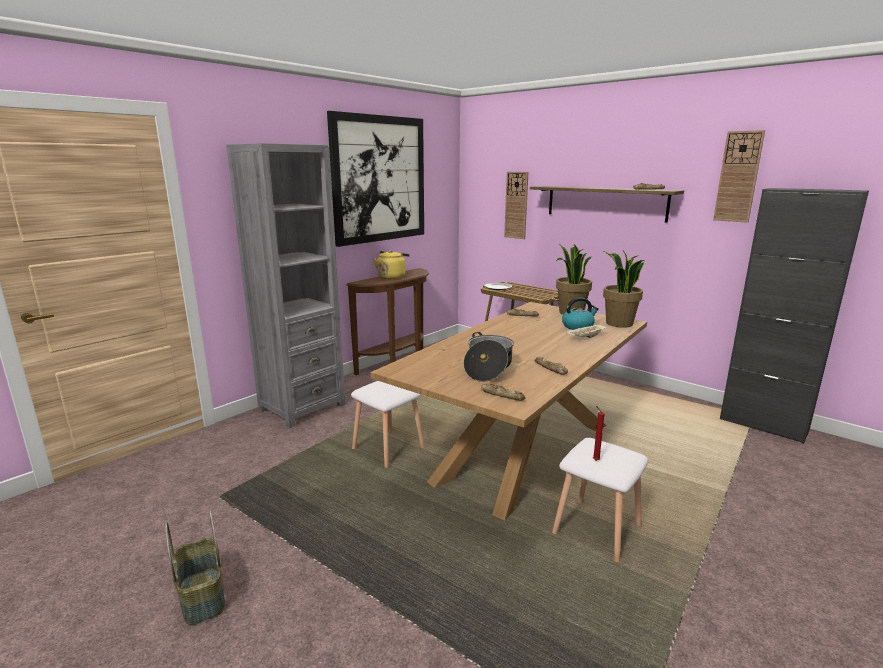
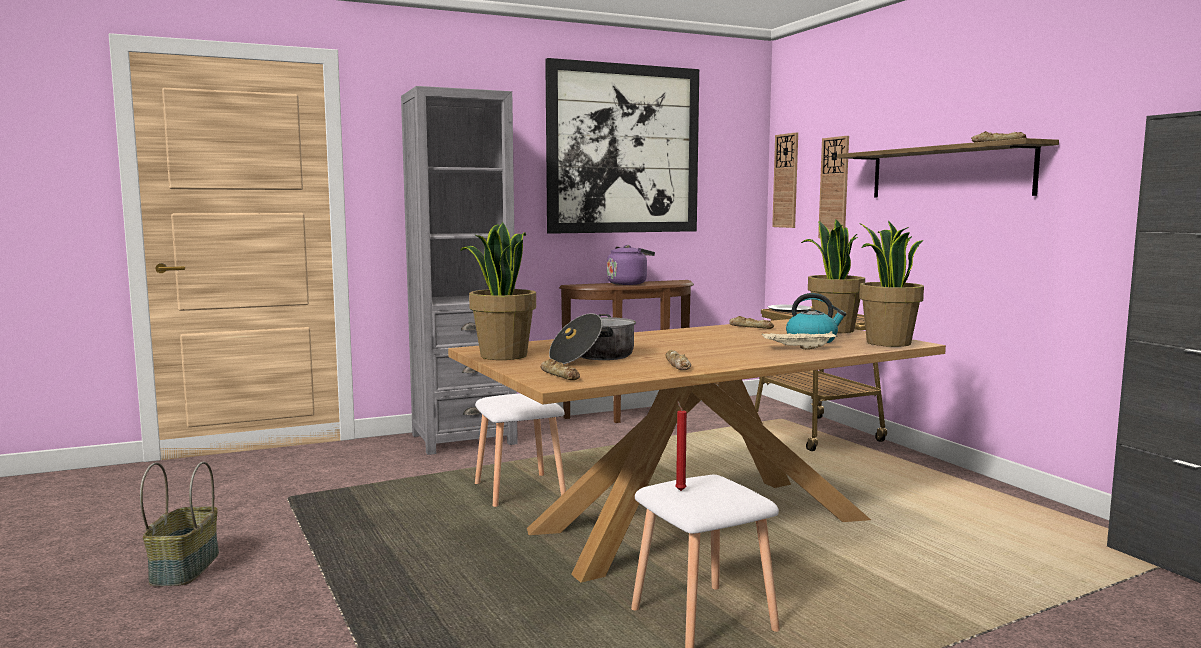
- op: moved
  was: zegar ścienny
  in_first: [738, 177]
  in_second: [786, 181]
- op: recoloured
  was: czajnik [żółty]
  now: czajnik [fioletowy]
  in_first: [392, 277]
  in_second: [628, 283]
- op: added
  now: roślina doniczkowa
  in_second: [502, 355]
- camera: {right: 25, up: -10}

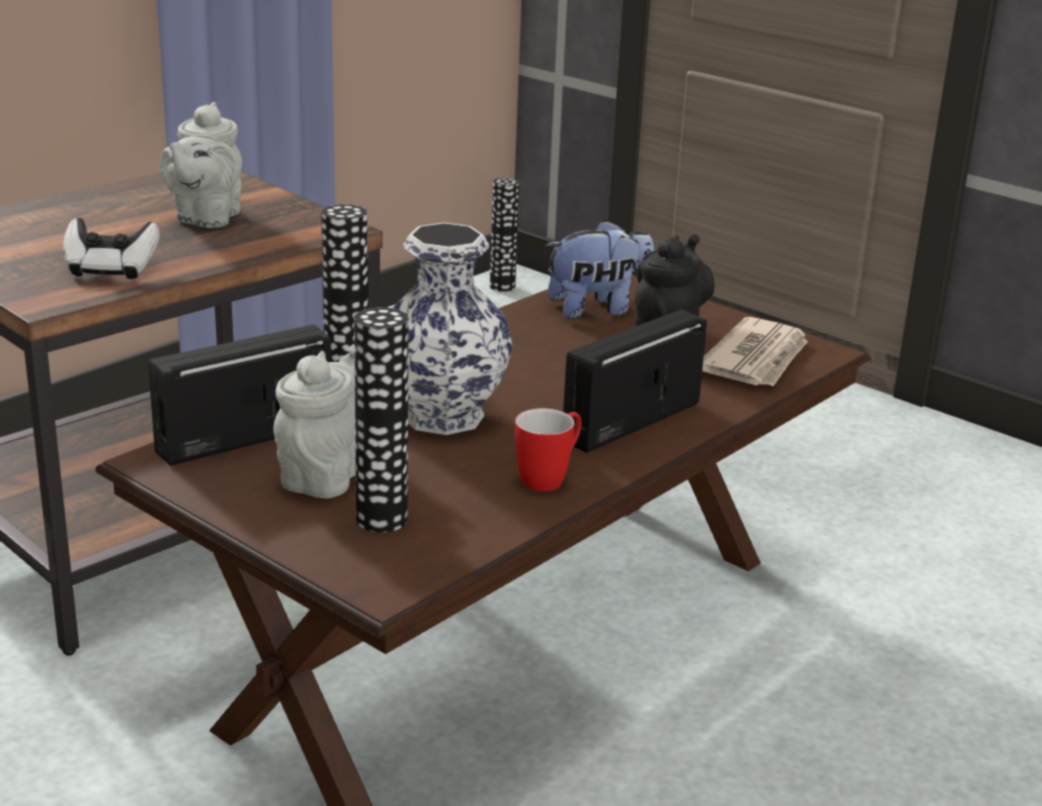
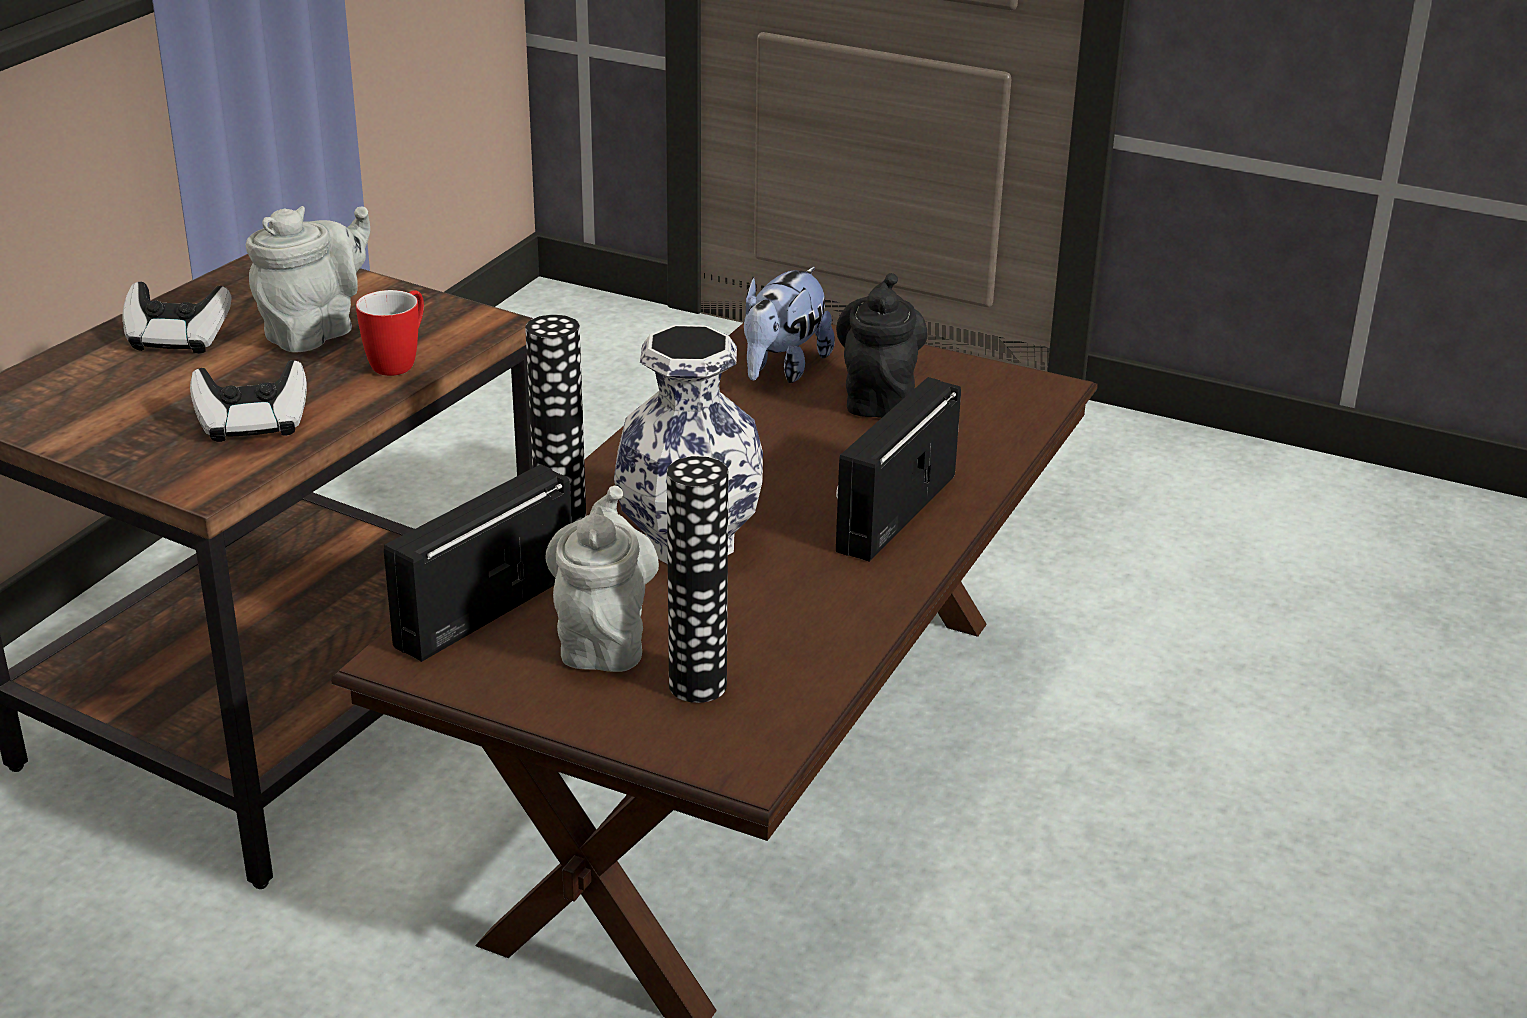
- op: turned
  was: imbryk [szary]
  in_first: [206, 218]
  in_second: [315, 332]
  clockwise: -135
- op: removed
  was: wazon
  in_first: [502, 287]
- op: turned
  was: pluszak
  in_first: [598, 309]
  in_second: [782, 369]
  clockwise: 150
- op: removed
  was: gazeta
  in_first: [756, 359]
- op: moved
  was: kubek
  in_first: [550, 478]
  in_second: [400, 362]
- op: added
  now: pad do gier
  in_second: [178, 341]
- camera: {right: -15, up: 5}

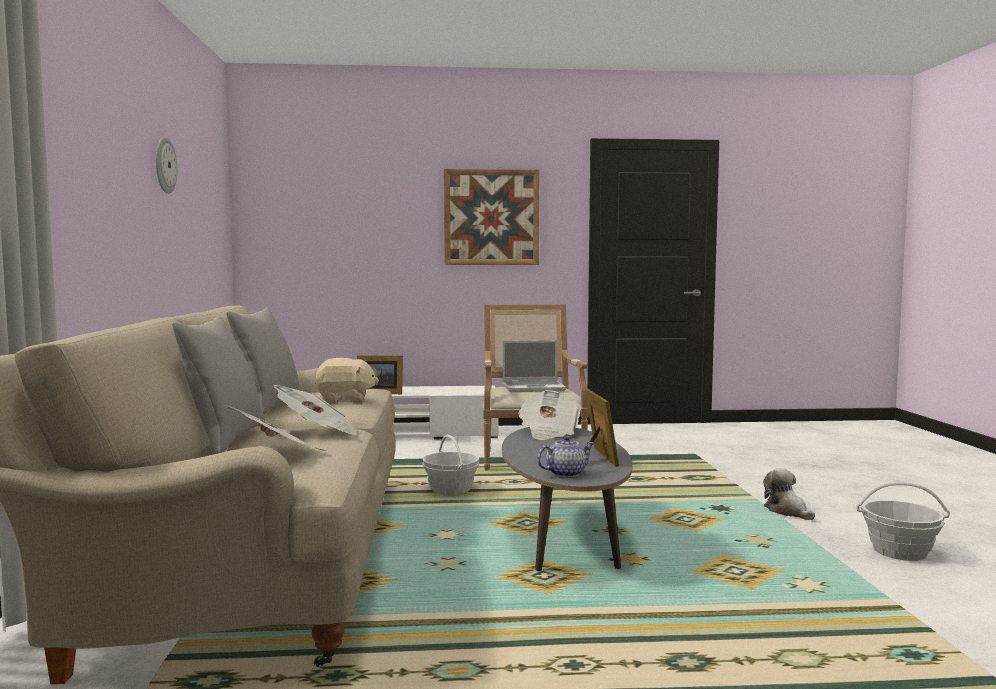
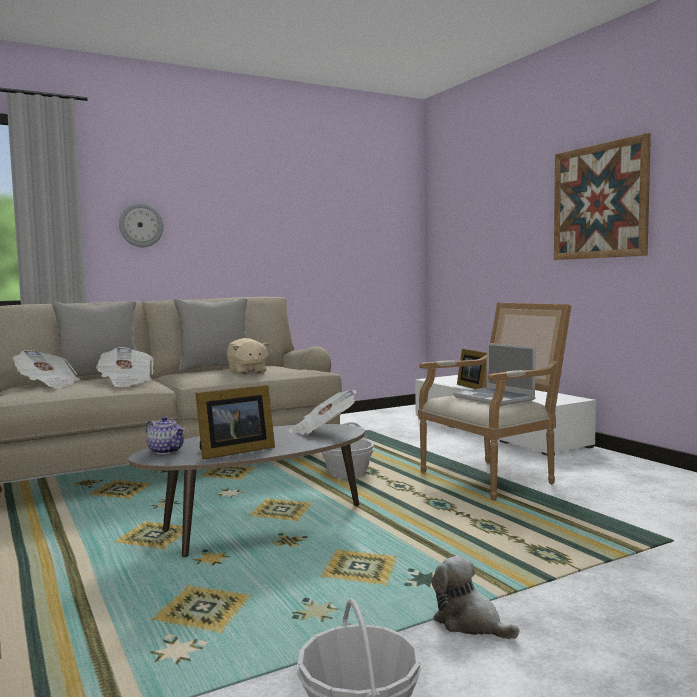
- op: moved
  was: zegar ścienny
  in_first: [164, 165]
  in_second: [141, 225]
- op: turned
  was: pluszak
  in_first: [787, 511]
  in_second: [470, 623]
  clockwise: -90
- camera: {right: 65, up: 0}

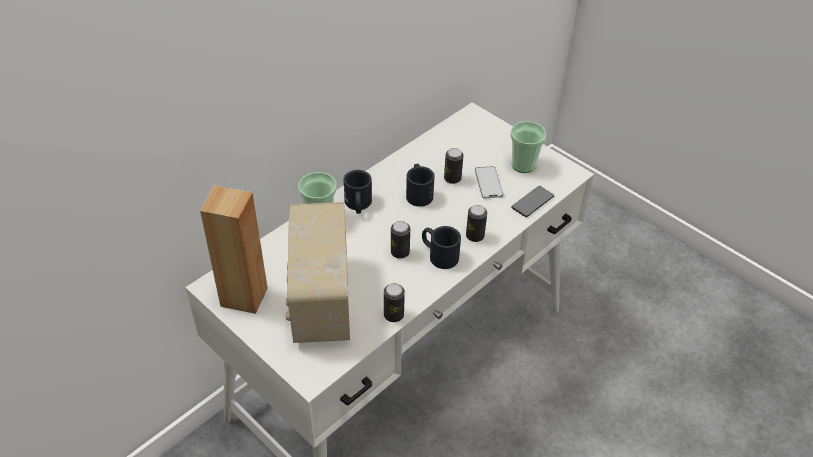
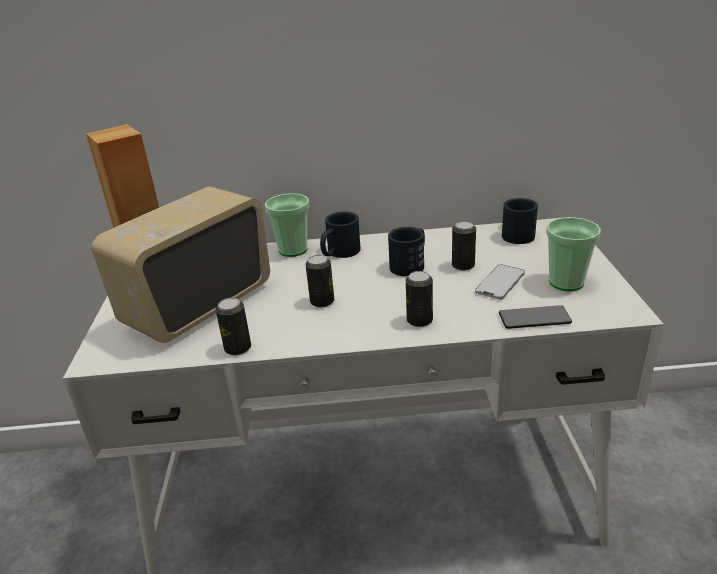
- op: moved
  was: kubek [czarny]
  in_first: [439, 254]
  in_second: [515, 233]
- camera: {right: 45, up: -15}

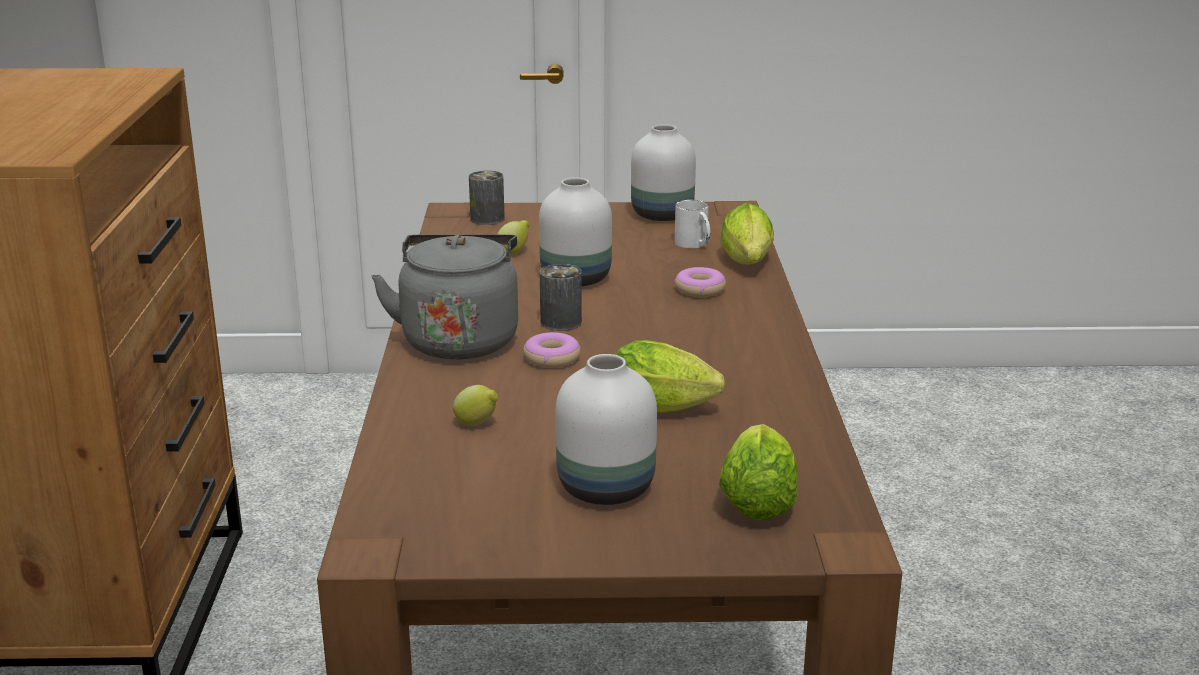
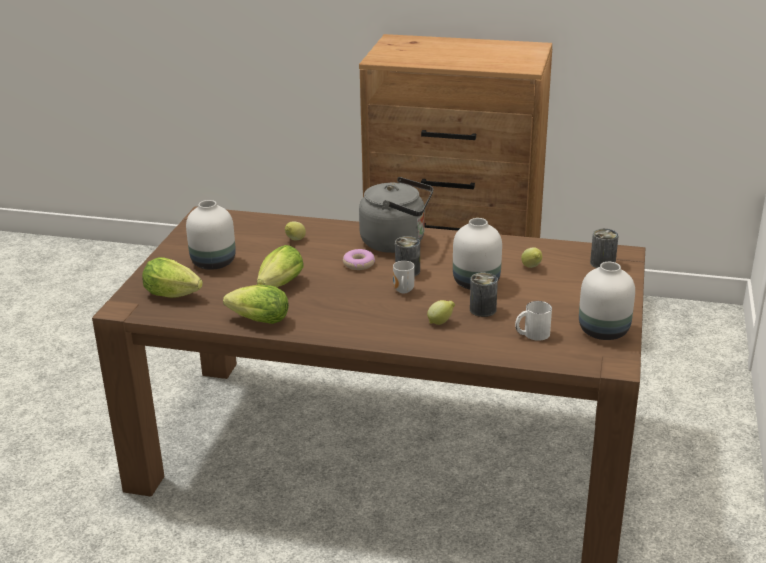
- op: moved
  was: sałata
  in_first: [748, 264]
  in_second: [256, 320]
- op: replaced
  was: donut
  now: cytryna
  in_first: [700, 290]
  in_second: [441, 322]
- op: added
  now: kubek
  in_second: [402, 291]
- op: added
  now: puszka
  in_second: [483, 309]
- camera: {right: 105, up: 5}

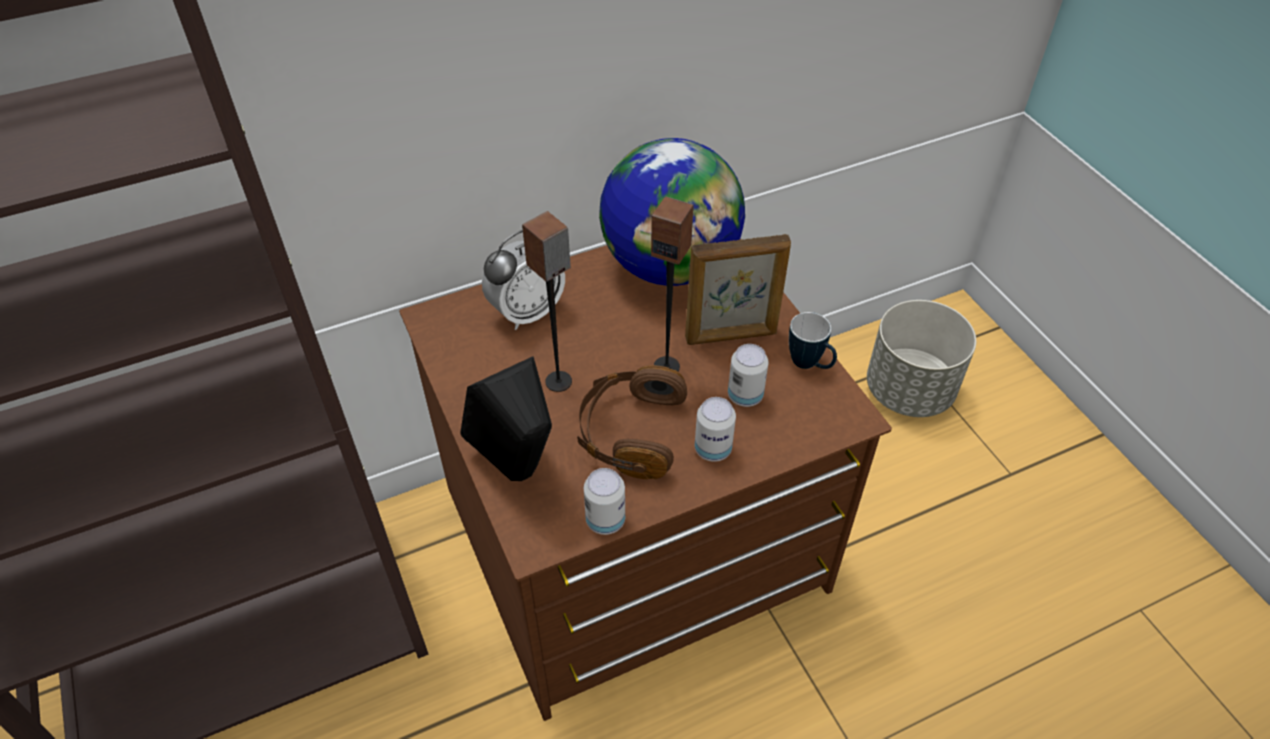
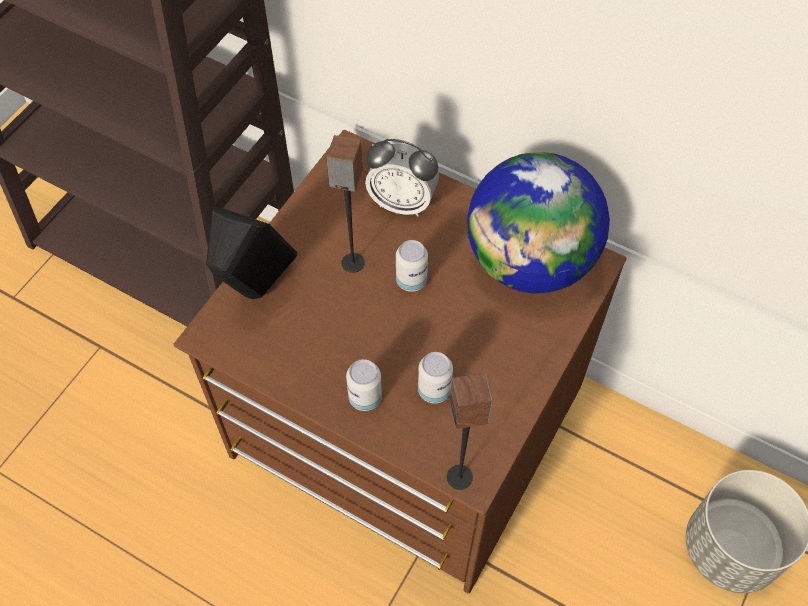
- op: moved
  was: głośnik
  in_first: [667, 366]
  in_second: [460, 477]
- op: removed
  was: ramka na zdjęcie
  in_first: [731, 336]
- op: removed
  was: kubek
  in_first: [810, 365]
- op: removed
  was: słuchawki [brązowy]
  in_first: [630, 433]
- op: moved
  was: puszka
  in_first: [605, 520]
  in_second: [411, 280]
- camera: {right: 55, up: 10}

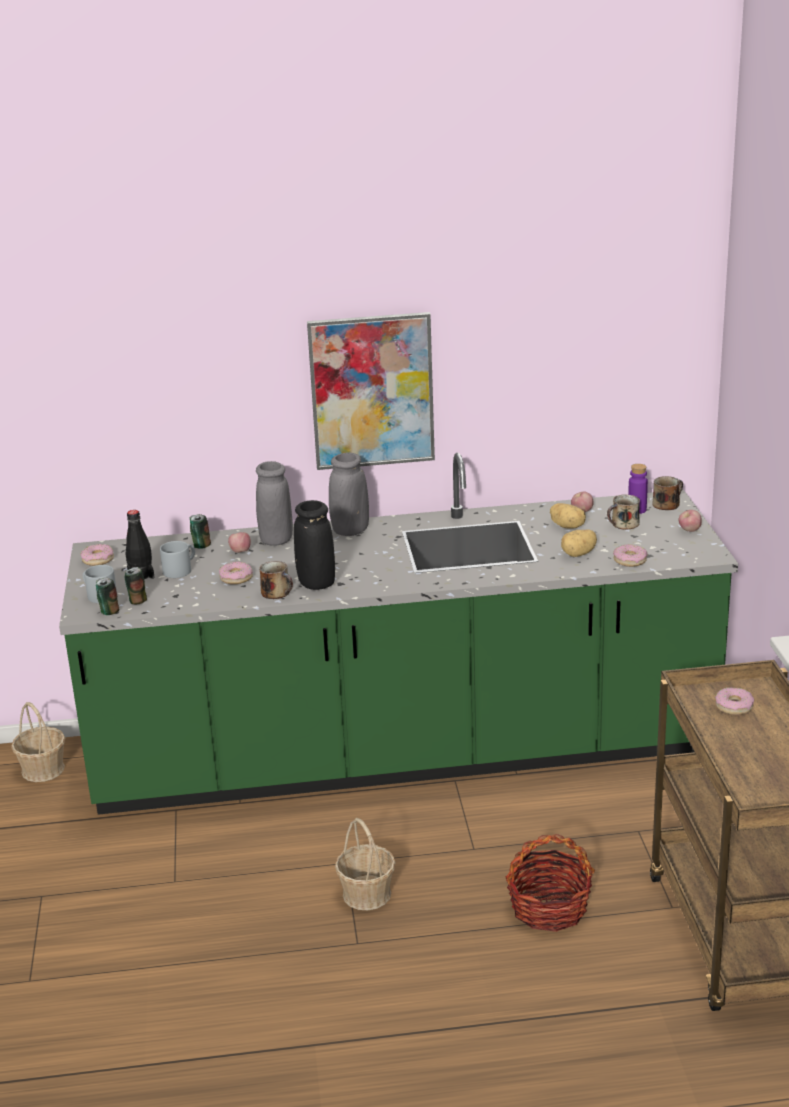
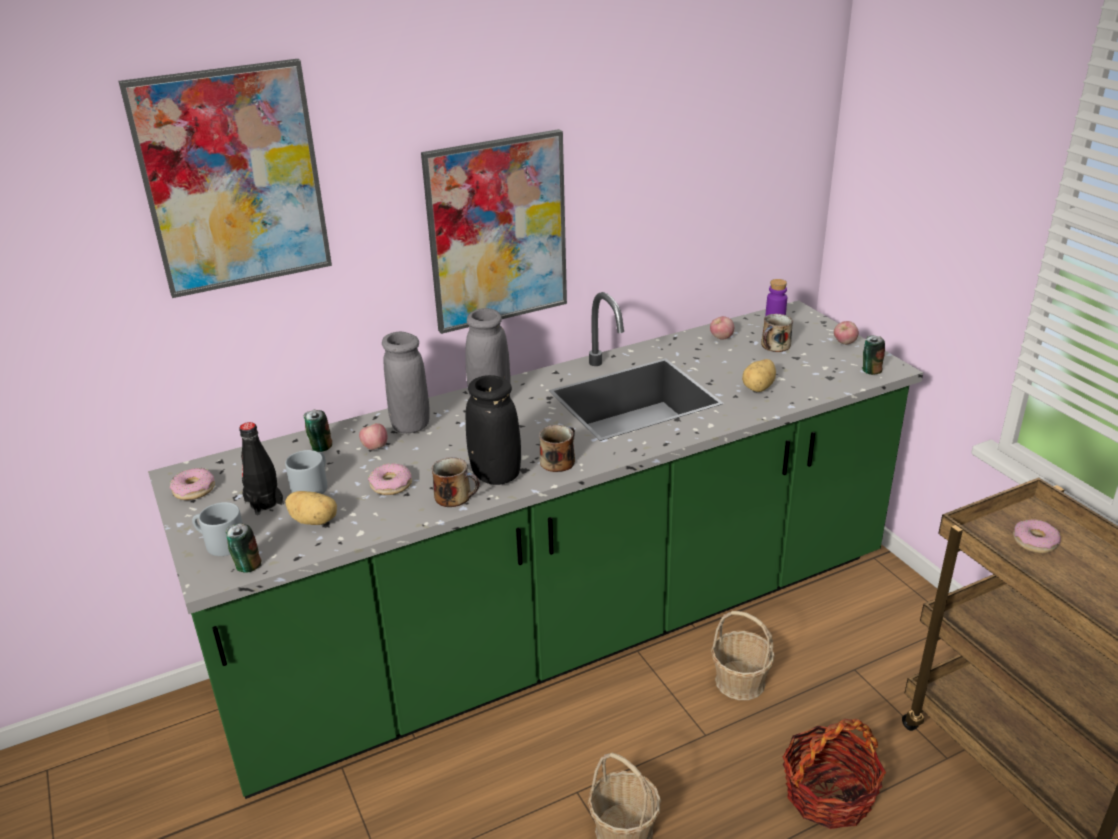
- op: moved
  was: kubek
  in_first: [667, 504]
  in_second: [558, 461]
- op: moved
  was: ziemniak
  in_first: [568, 526]
  in_second: [314, 520]
- op: removed
  was: donut
  in_first: [630, 560]
- op: moved
  was: puszka
  in_first: [137, 601]
  in_second: [870, 370]
- op: moved
  was: koszyk
  in_first: [43, 769]
  in_second: [740, 681]
- op: added
  now: obraz
  in_second: [232, 179]
- camera: {right: -20, up: 5}

